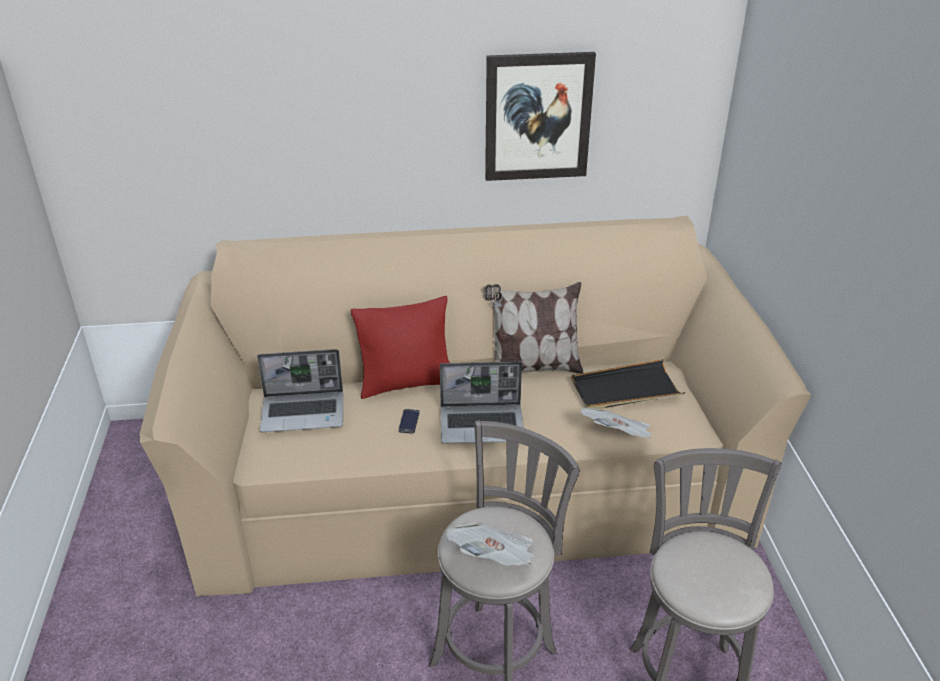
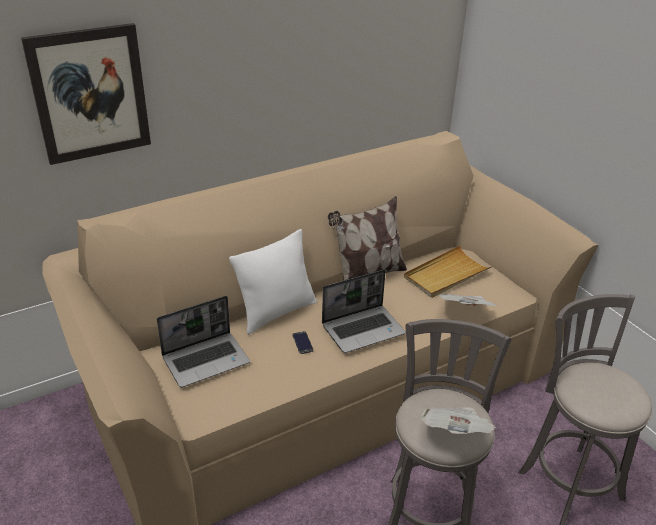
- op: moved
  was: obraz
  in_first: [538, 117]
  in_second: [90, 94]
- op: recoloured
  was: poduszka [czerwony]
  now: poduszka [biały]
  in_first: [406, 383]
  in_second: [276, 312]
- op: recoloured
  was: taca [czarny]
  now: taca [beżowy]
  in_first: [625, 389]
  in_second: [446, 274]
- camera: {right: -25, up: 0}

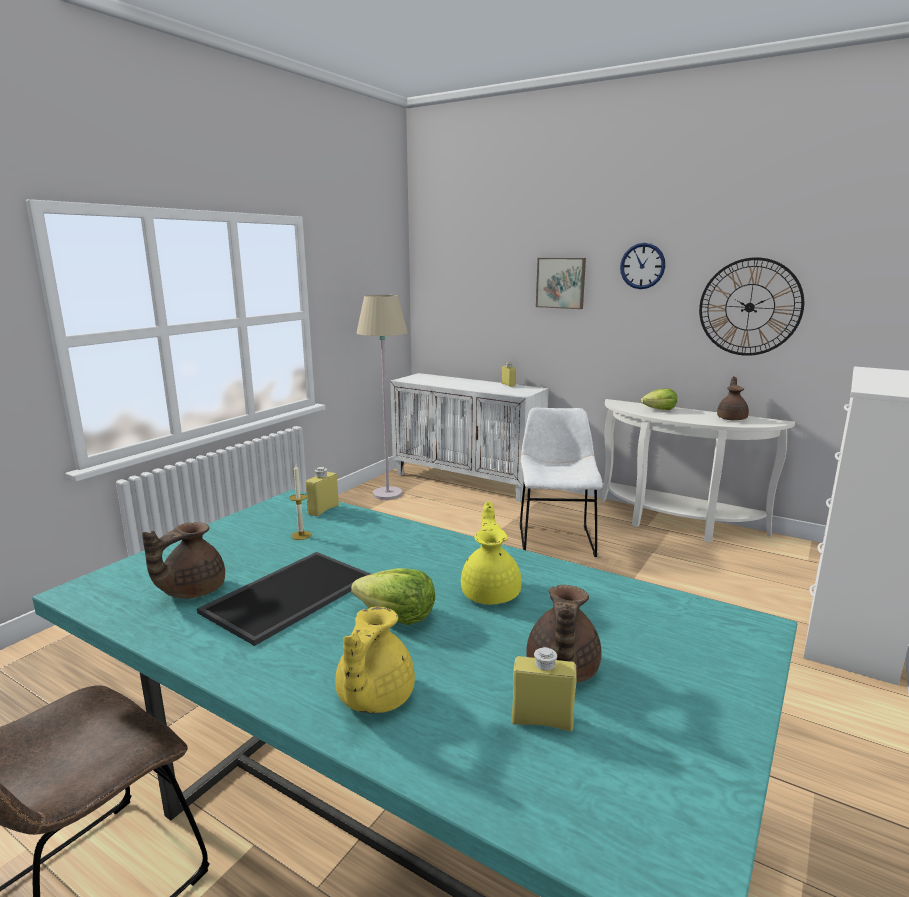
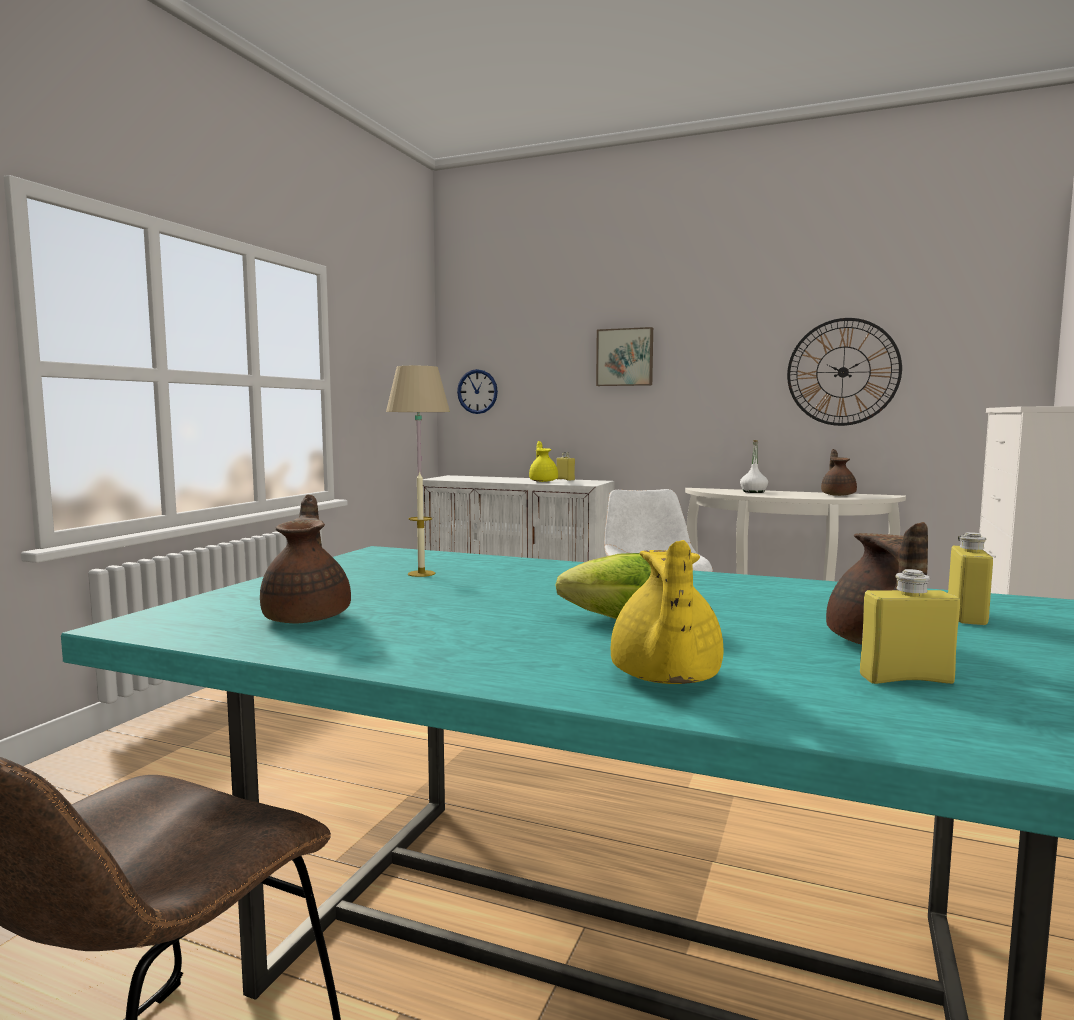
- op: moved
  was: zegar ścienny
  in_first: [642, 266]
  in_second: [477, 391]
- op: replaced
  was: sałata
  now: butelka [biały]
  in_first: [659, 410]
  in_second: [753, 492]
- op: moved
  was: butelka [żółty]
  in_first: [323, 510]
  in_second: [966, 616]
- op: moved
  was: imbryk [żółty]
  in_first: [491, 592]
  in_second: [543, 481]
- op: turned
  was: imbryk [brązowy]
  in_first: [191, 591]
  in_second: [309, 616]
  clockwise: 150
- op: removed
  was: taca
  in_first: [289, 593]
- camera: {right: -10, up: -10}

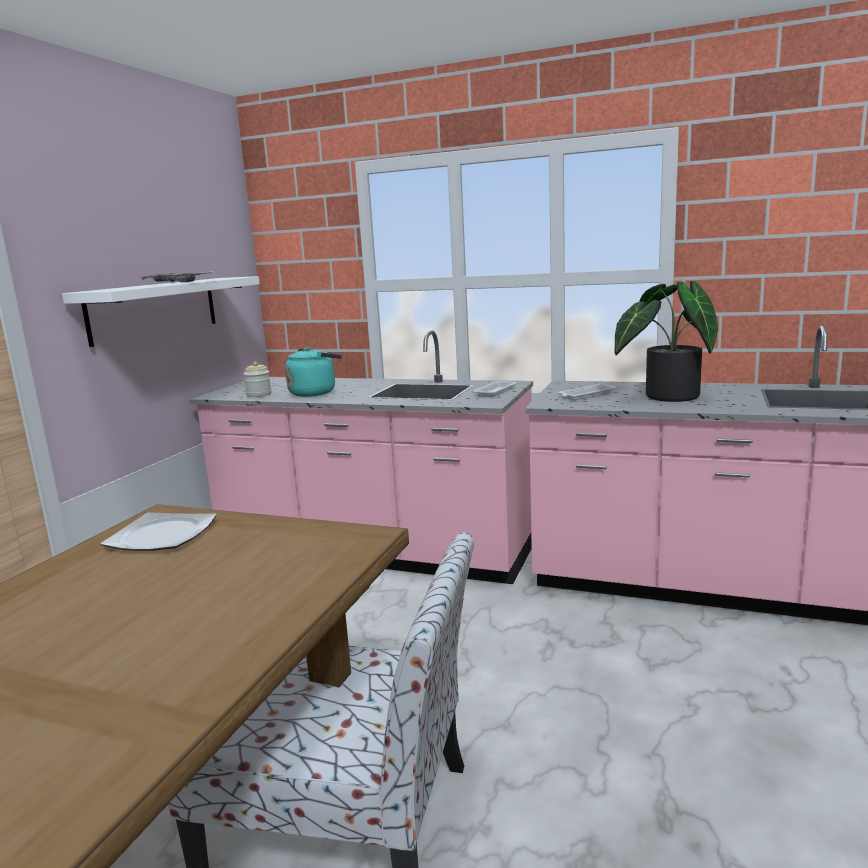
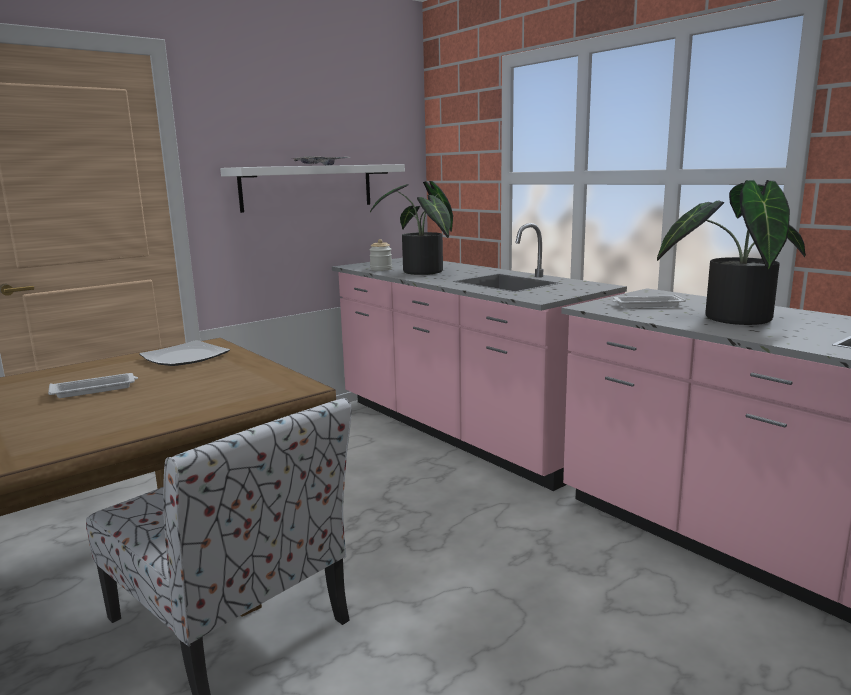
- op: replaced
  was: czajnik [turkusowy]
  now: roślina doniczkowa
  in_first: [315, 393]
  in_second: [422, 272]
- op: moved
  was: taca [biały]
  in_first: [496, 391]
  in_second: [95, 389]
- camera: {right: 30, up: 0}

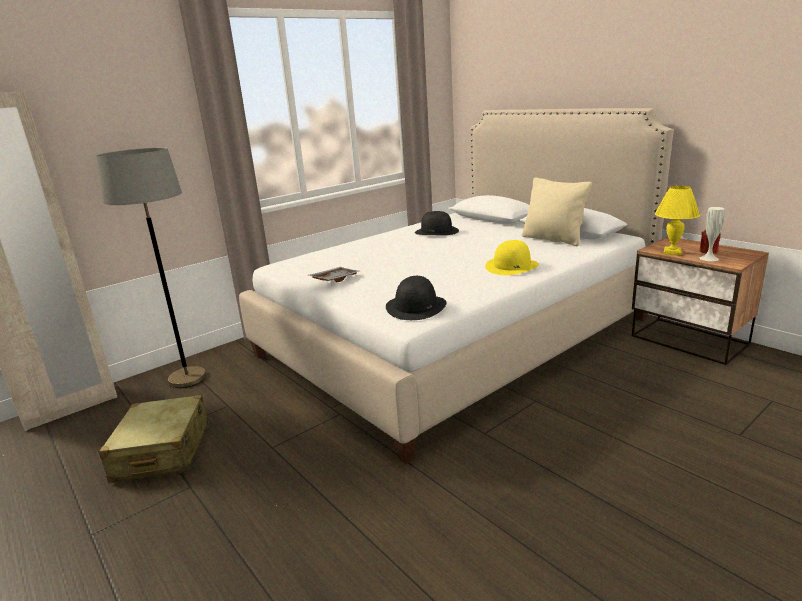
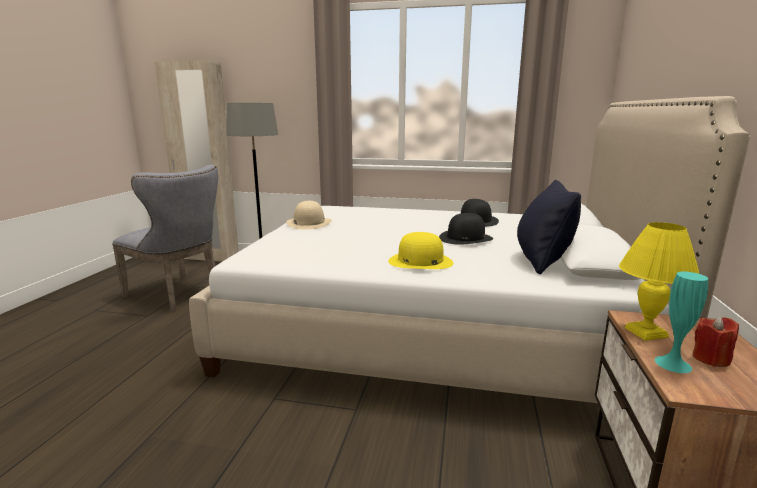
- op: recoloured
  was: poduszka [beżowy]
  now: poduszka [czarny]
  in_first: [553, 239]
  in_second: [542, 260]
- op: recoloured
  was: wazon [biały]
  now: wazon [turkusowy]
  in_first: [709, 258]
  in_second: [673, 364]
- op: replaced
  was: taca [szary]
  now: kapelusz [beżowy]
  in_first: [334, 279]
  in_second: [309, 223]
- op: moved
  was: kapelusz [czarny]
  in_first: [416, 307]
  in_second: [465, 238]
- op: replaced
  was: walizka [beżowy]
  now: krzesło [szary]
  in_first: [162, 452]
  in_second: [179, 294]
- camera: {right: 50, up: -5}

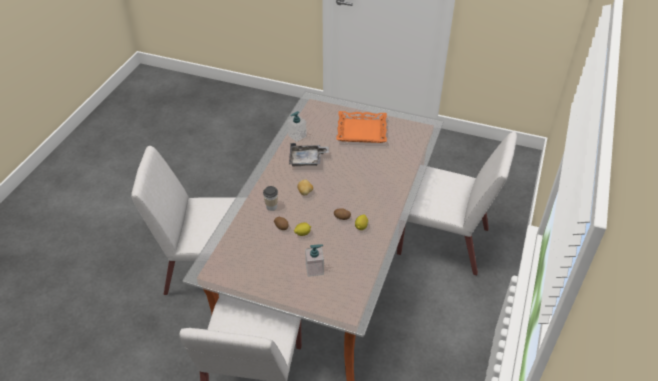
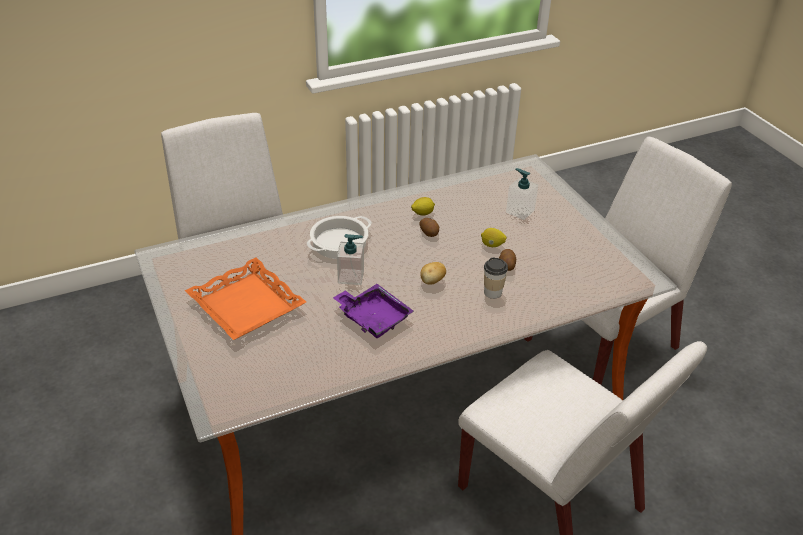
- op: moved
  was: dozownik mydła
  in_first: [297, 136]
  in_second: [351, 277]
- op: recoloured
  was: taca [szary]
  now: taca [fioletowy]
  in_first: [307, 160]
  in_second: [373, 317]
- op: added
  now: garnek
  in_second: [339, 243]
- camera: {right: -135, up: -5}

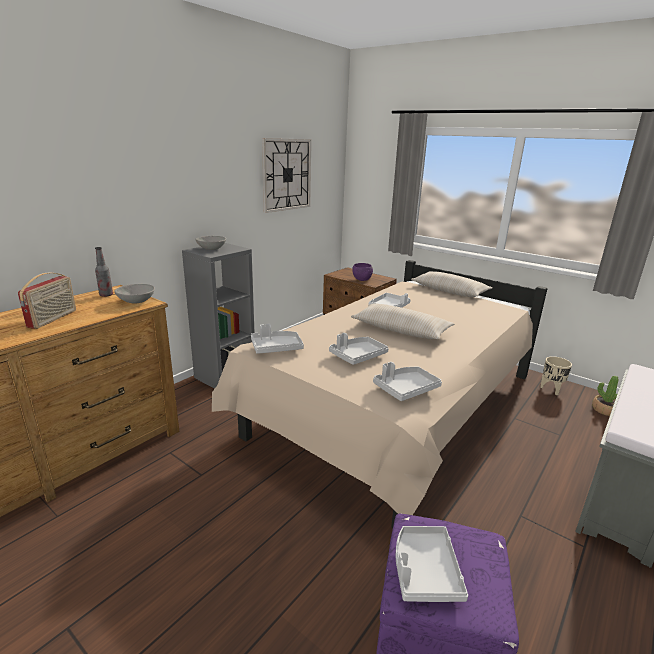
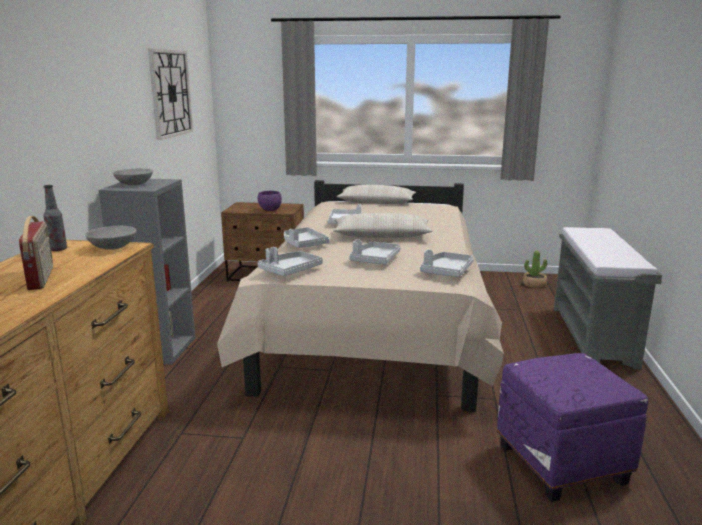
- op: removed
  was: donica [beżowy]
  in_first: [551, 390]
- op: moved
  was: taca [szary]
  in_first: [424, 571]
  in_second: [303, 244]
- camera: {right: -30, up: -5}

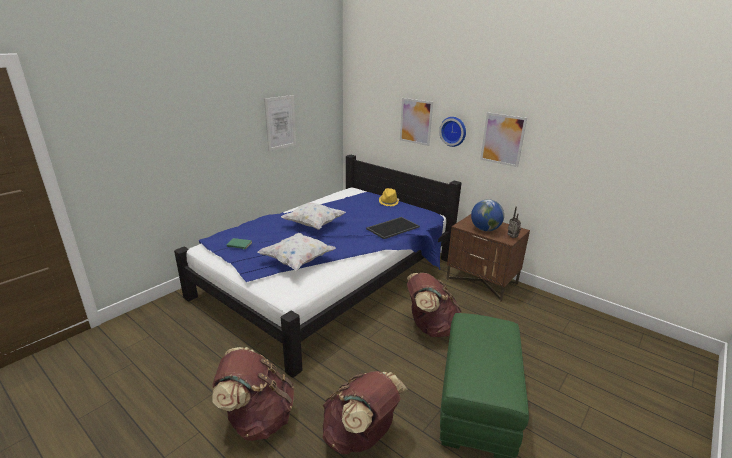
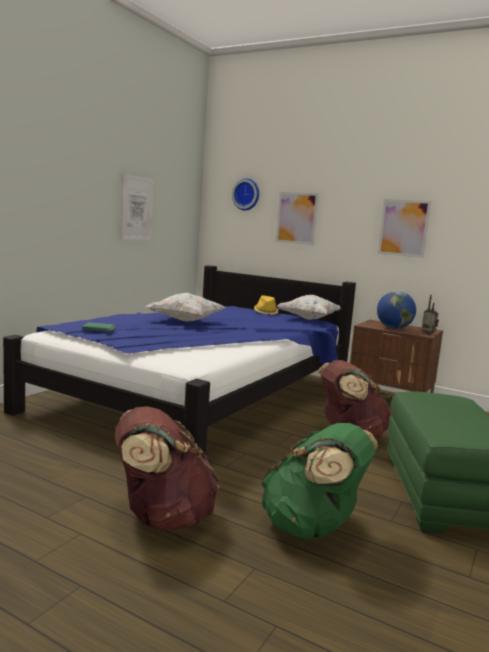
- op: moved
  was: zegar ścienny
  in_first: [453, 131]
  in_second: [246, 194]
- op: removed
  was: taca
  in_first: [393, 227]
- op: moved
  was: poduszka [biały]
  in_first: [298, 261]
  in_second: [309, 319]
- op: recoloured
  was: plecak [brązowy]
  now: plecak [zielony]
  in_first: [360, 436]
  in_second: [312, 528]
- camera: {right: -10, up: -15}

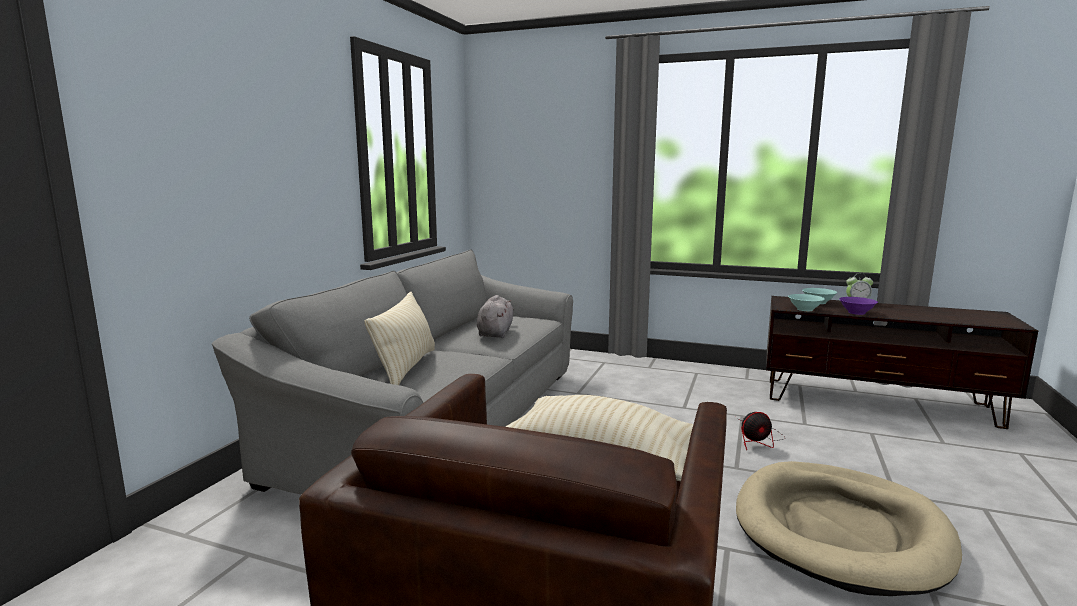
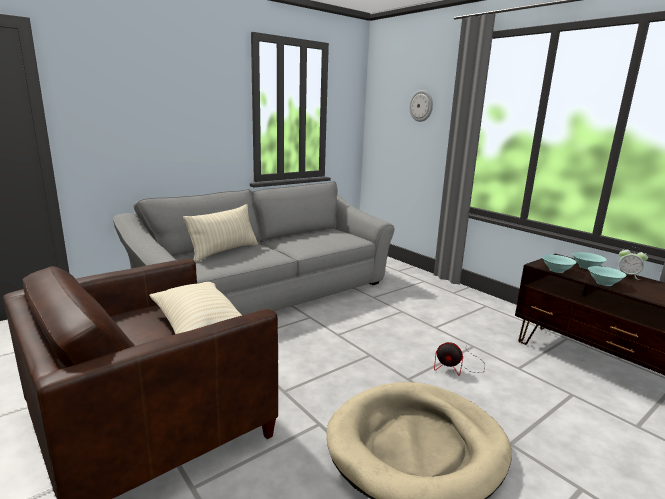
- op: removed
  was: pluszak [szary]
  in_first: [495, 333]
- op: recoloured
  was: miska [fioletowy]
  now: miska [turkusowy]
  in_first: [857, 313]
  in_second: [604, 283]
- op: added
  now: zegar ścienny
  in_second: [421, 106]
- camera: {right: 30, up: 5}

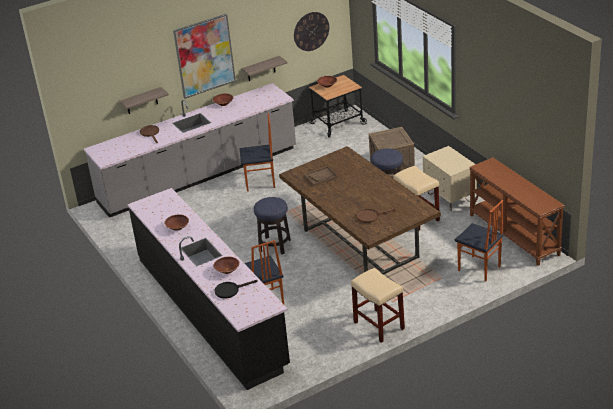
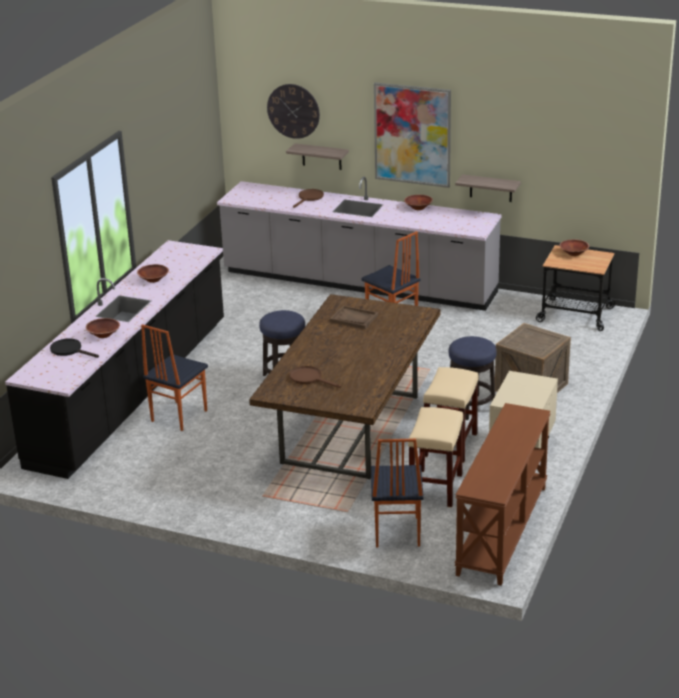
- op: moved
  was: zegar ścienny
  in_first: [311, 31]
  in_second: [293, 111]
- op: moved
  was: stołek [beżowy]
  in_first: [379, 326]
  in_second: [436, 488]
- camera: {right: 50, up: -5}

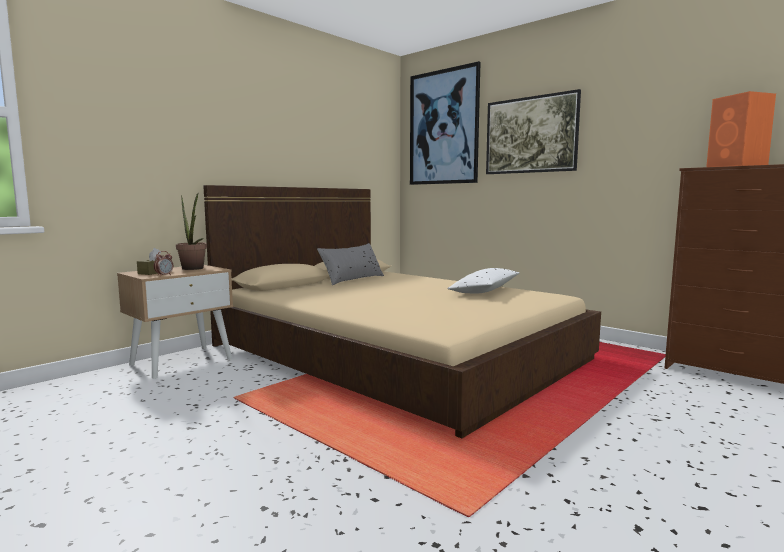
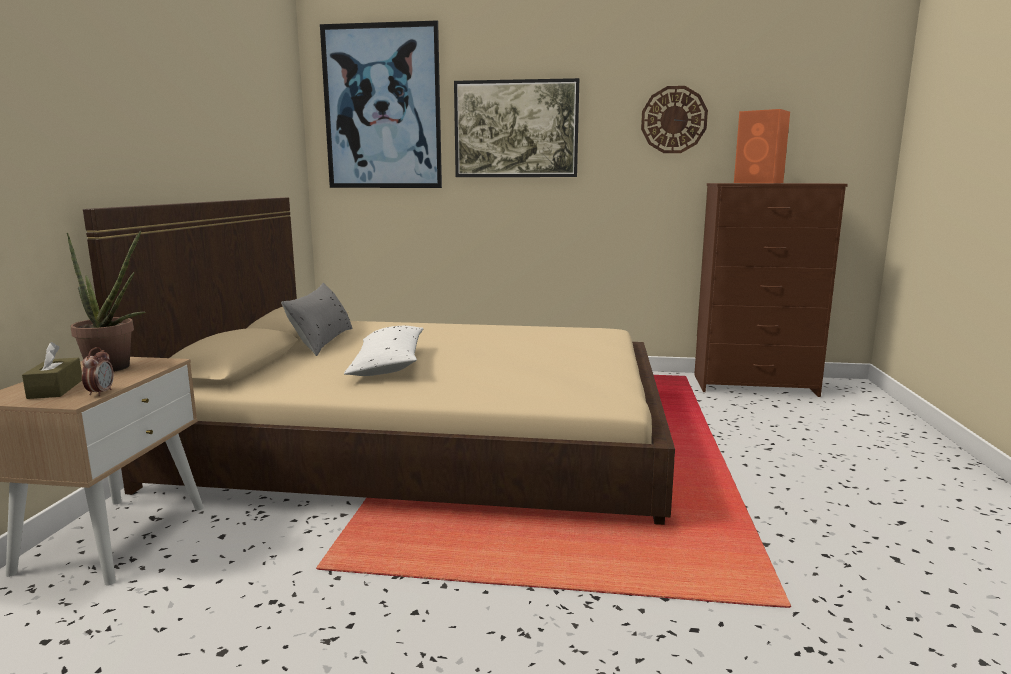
- op: moved
  was: poduszka [biały]
  in_first: [485, 291]
  in_second: [388, 364]
- op: added
  now: zegar ścienny
  in_second: [674, 120]
- camera: {right: -35, up: 5}

